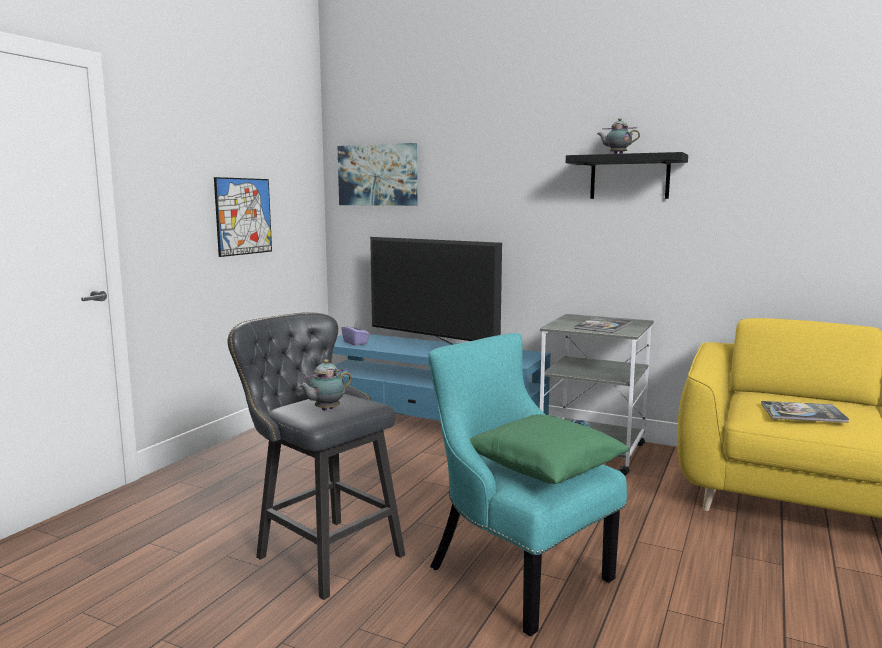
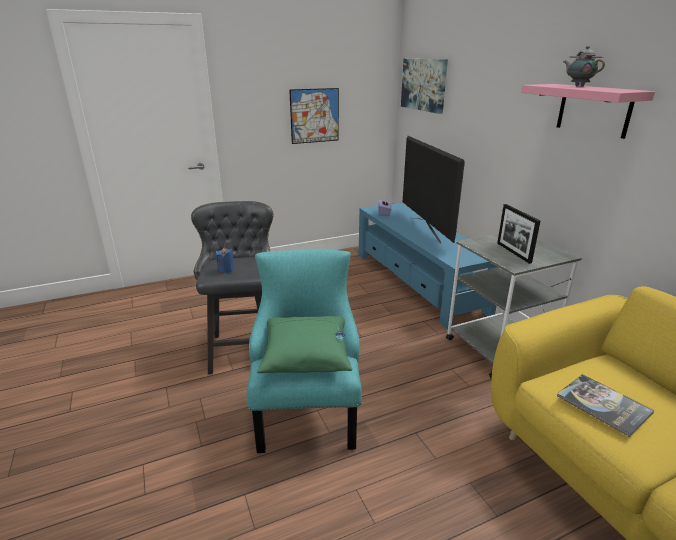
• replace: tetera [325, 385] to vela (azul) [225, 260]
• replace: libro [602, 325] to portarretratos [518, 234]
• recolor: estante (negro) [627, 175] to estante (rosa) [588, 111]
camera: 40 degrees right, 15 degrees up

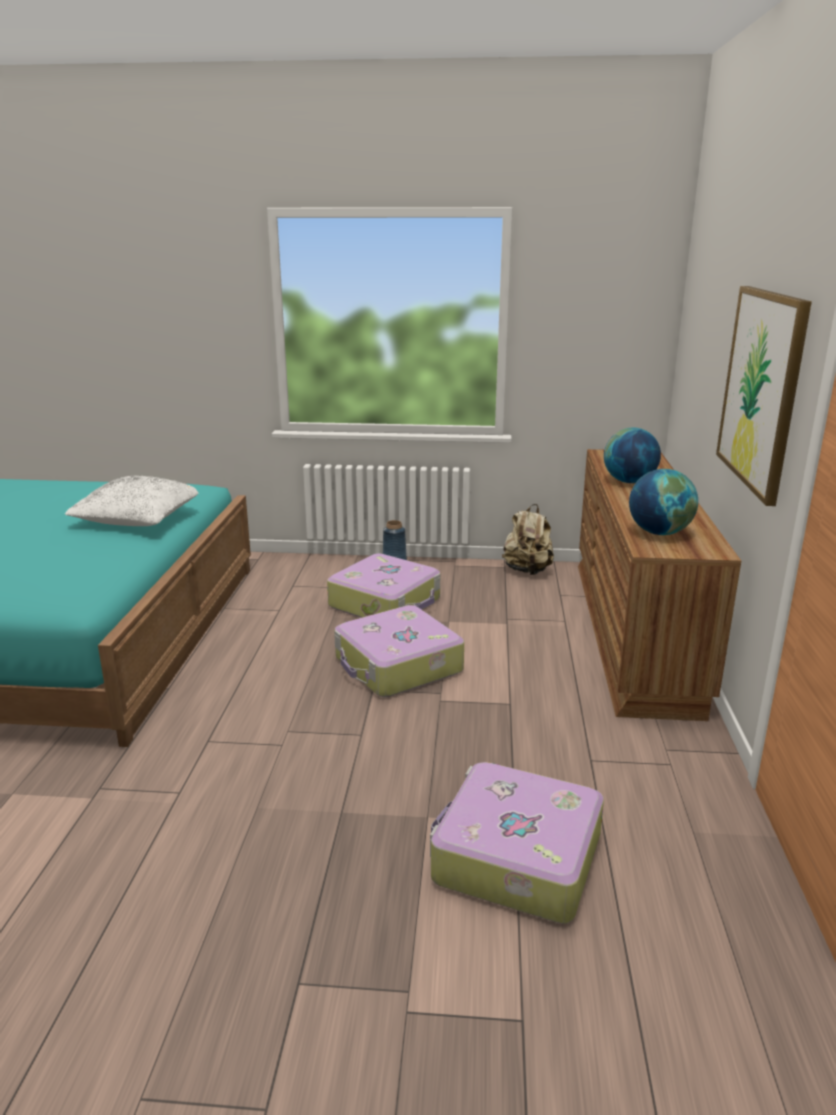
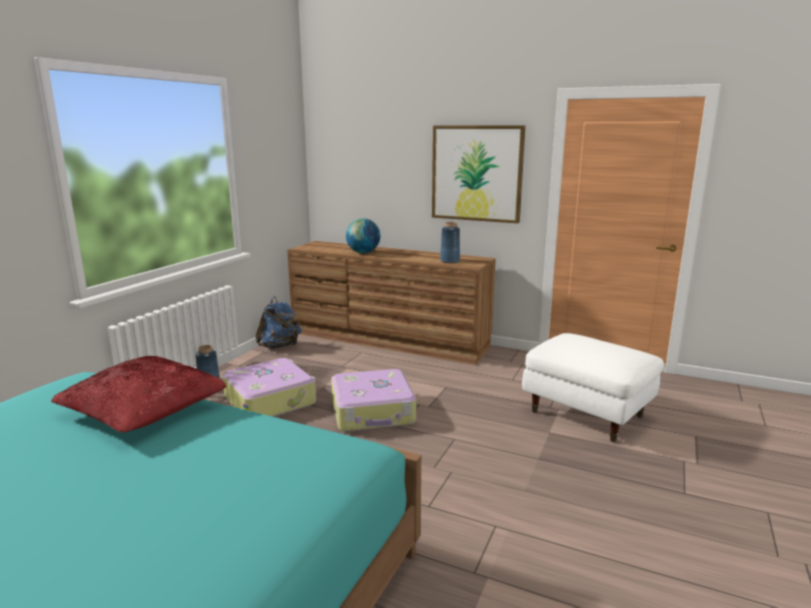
• recolor: cojín (blanco) [132, 500] to cojín (rojo) [138, 394]
• recolor: mochila (beis) [528, 539] to mochila (azul) [279, 323]
• replace: globo terráqueo [663, 502] to florero (azul) [450, 242]
• replace: maleta [517, 843] to puf (blanco) [593, 387]
camera: 70 degrees left, 5 degrees down

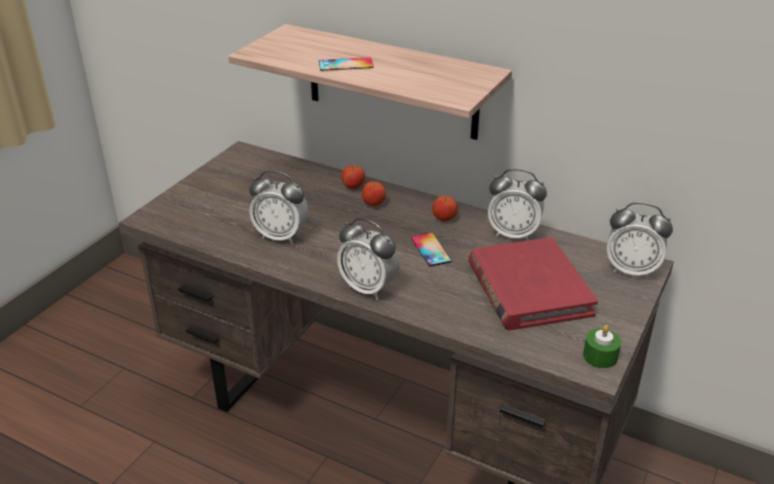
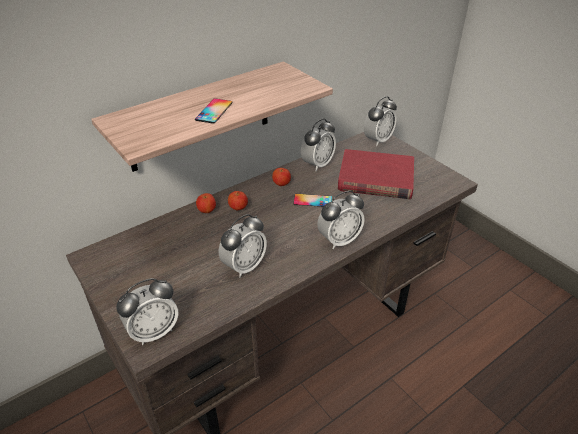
• insert: despertador [147, 311]
• delete: vela (verde) [602, 346]
camera: 65 degrees left, 5 degrees up

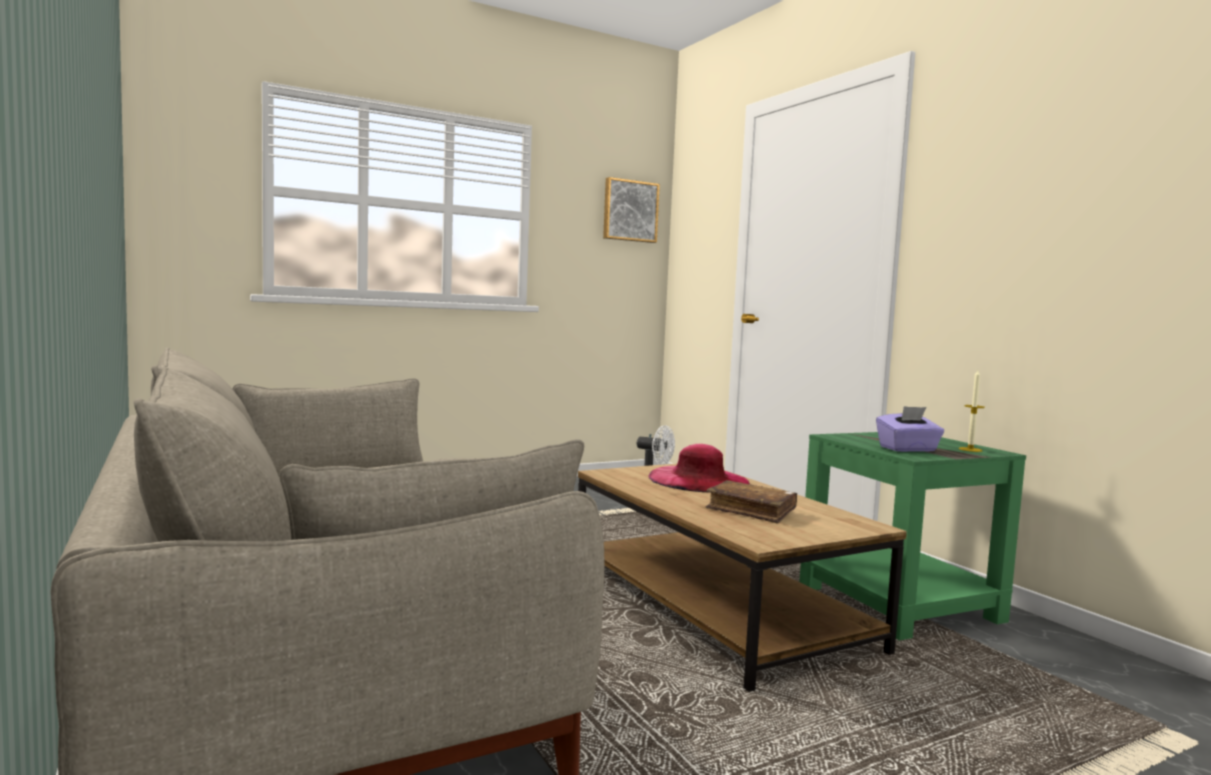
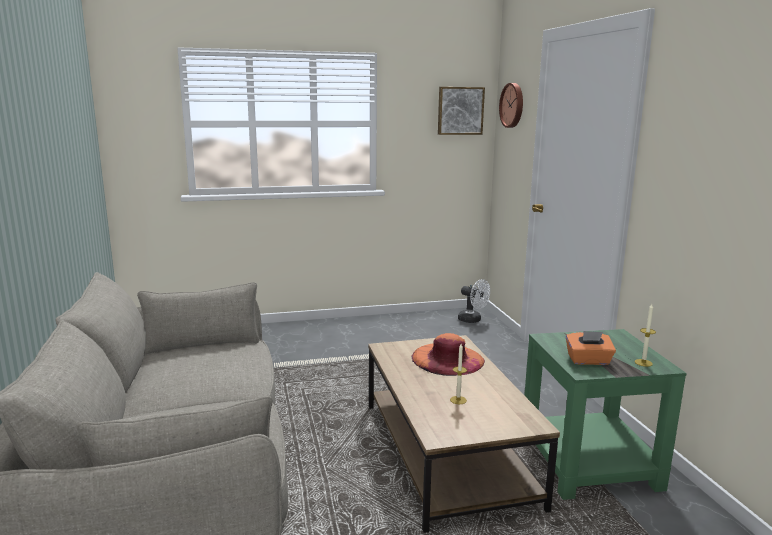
• recolor: sombrero (rosa) [699, 468] to sombrero (naranja) [448, 354]
• replace: libro (marrón) [751, 501] to vela [458, 374]
• insert: reloj de pared [511, 105]
• recolor: caja de pañuelos (morado) [910, 429] to caja de pañuelos (naranja) [591, 348]
camera: 15 degrees right, 10 degrees up

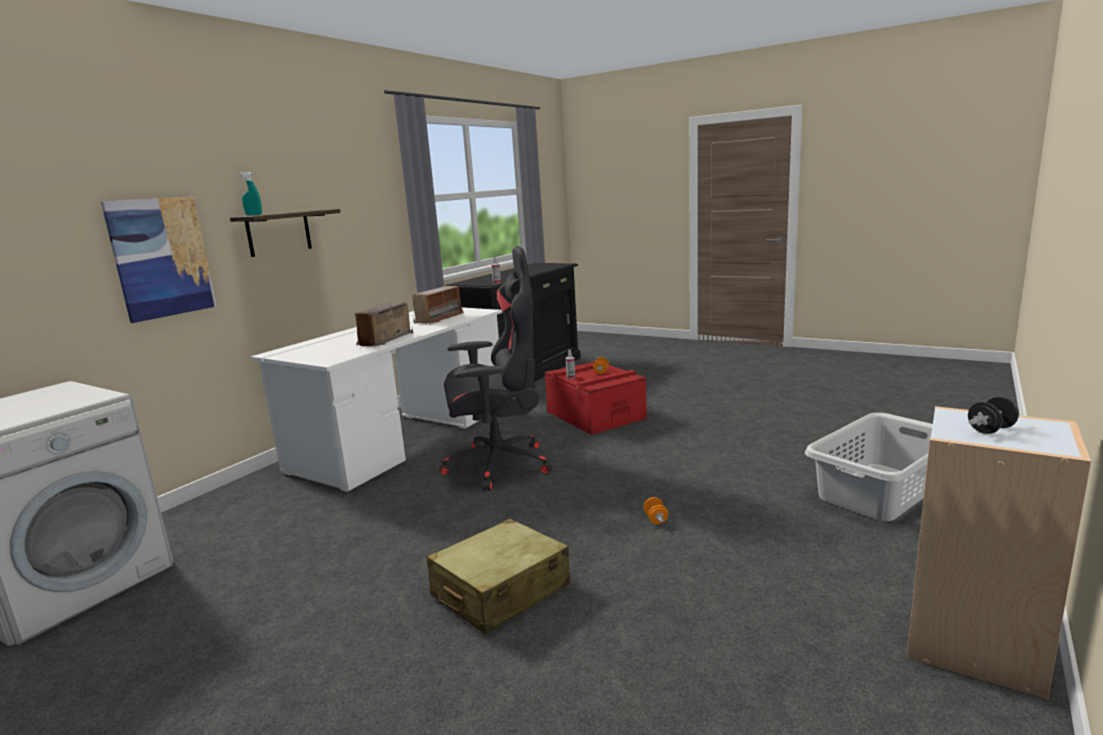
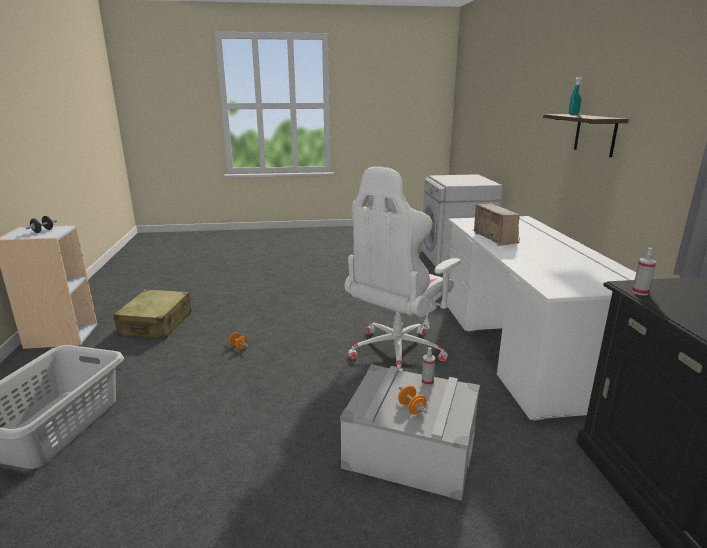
• move: maleta (beis) [499, 576] to [152, 314]
• recolor: caja de almacenaje (rojo) [595, 398] to caja de almacenaje (gris) [410, 432]
• recolor: silla de oficina (negro) [495, 368] to silla de oficina (blanco) [403, 268]
• delete: cuadro [158, 259]
• delete: radio [438, 305]
camera: 140 degrees right, 5 degrees up

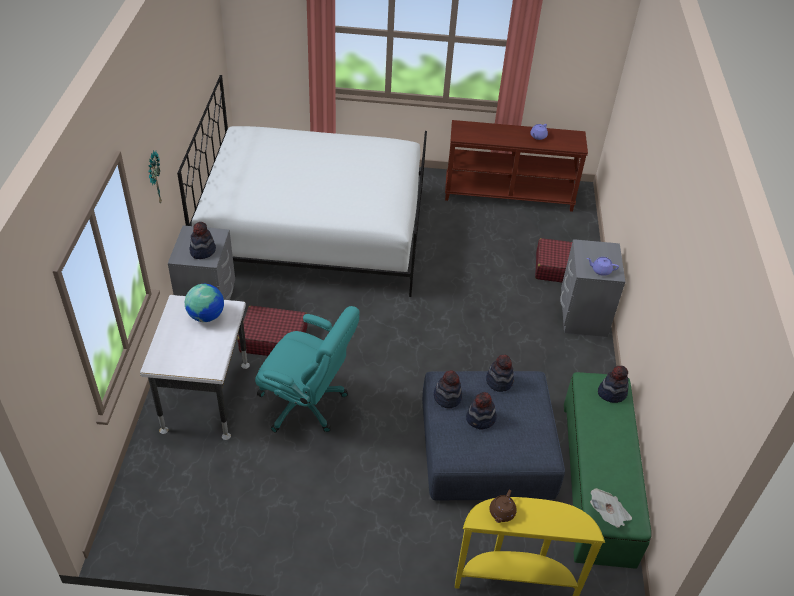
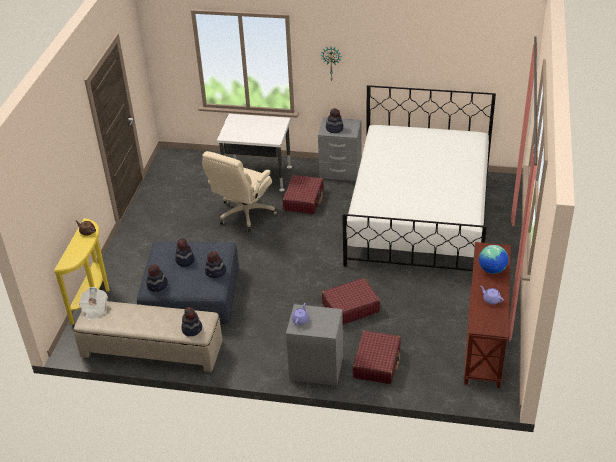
• recolor: banco (verde) [607, 470] to banco (beis) [148, 336]
• move: sombrero [448, 389] to [157, 278]
• recolor: silla de oficina (turquesa) [307, 369] to silla de oficina (beis) [239, 191]
• insert: maleta (rojo) [351, 301]
• move: globo terráqueo [204, 303] to [493, 259]
camera: 100 degrees right, 5 degrees down

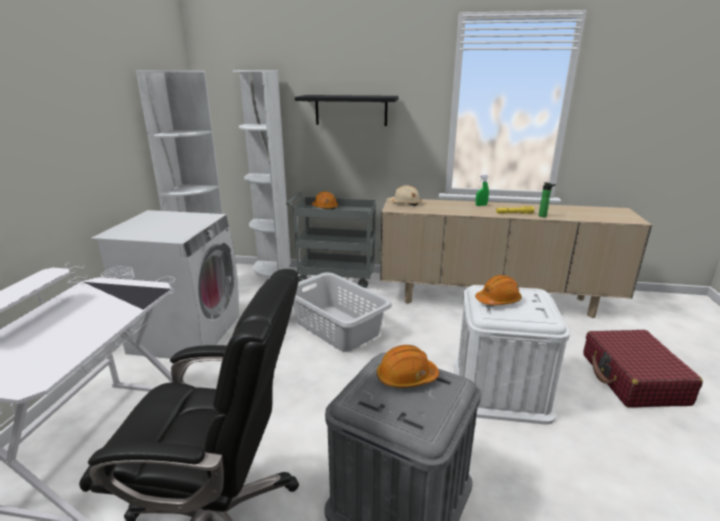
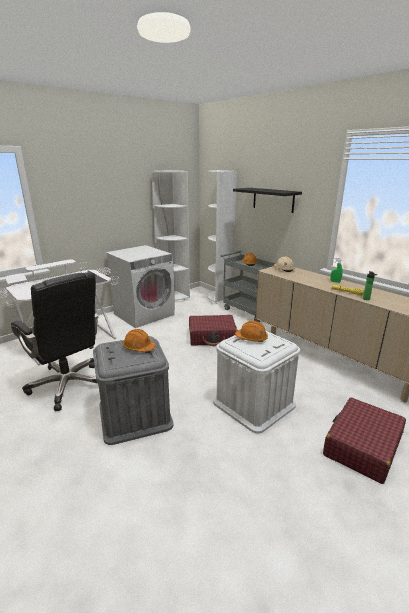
• replace: cesto de la ropa (gris) [342, 312] to maleta (rojo) [213, 330]
camera: 40 degrees right, 0 degrees up

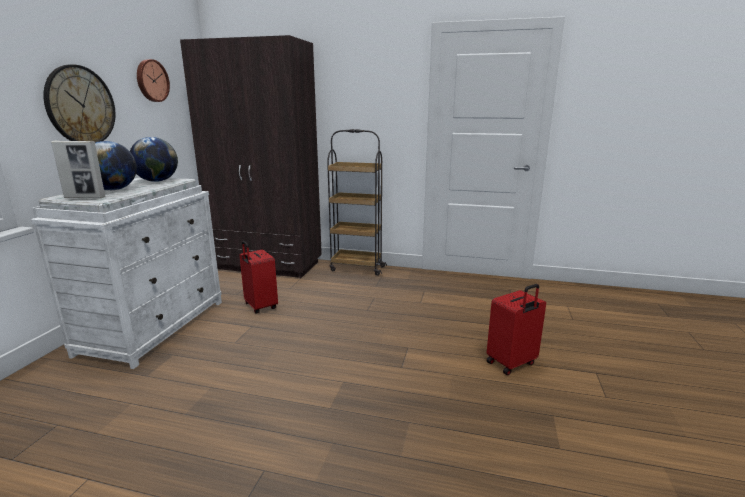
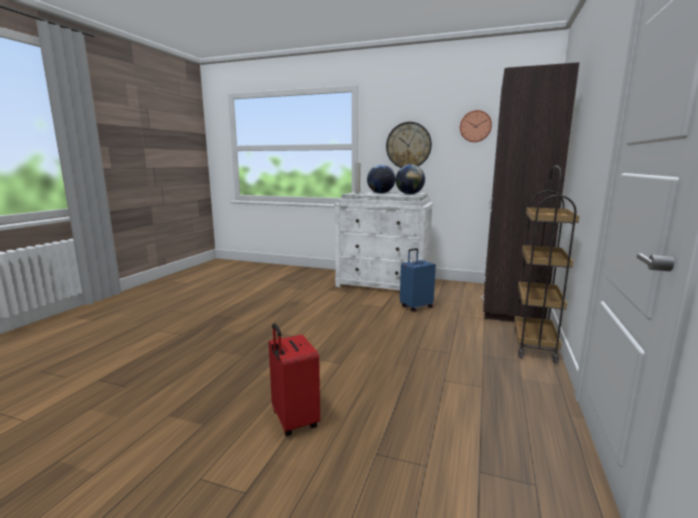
• recolor: maleta (rojo) [258, 277] to maleta (azul) [418, 280]
camera: 95 degrees right, 5 degrees down

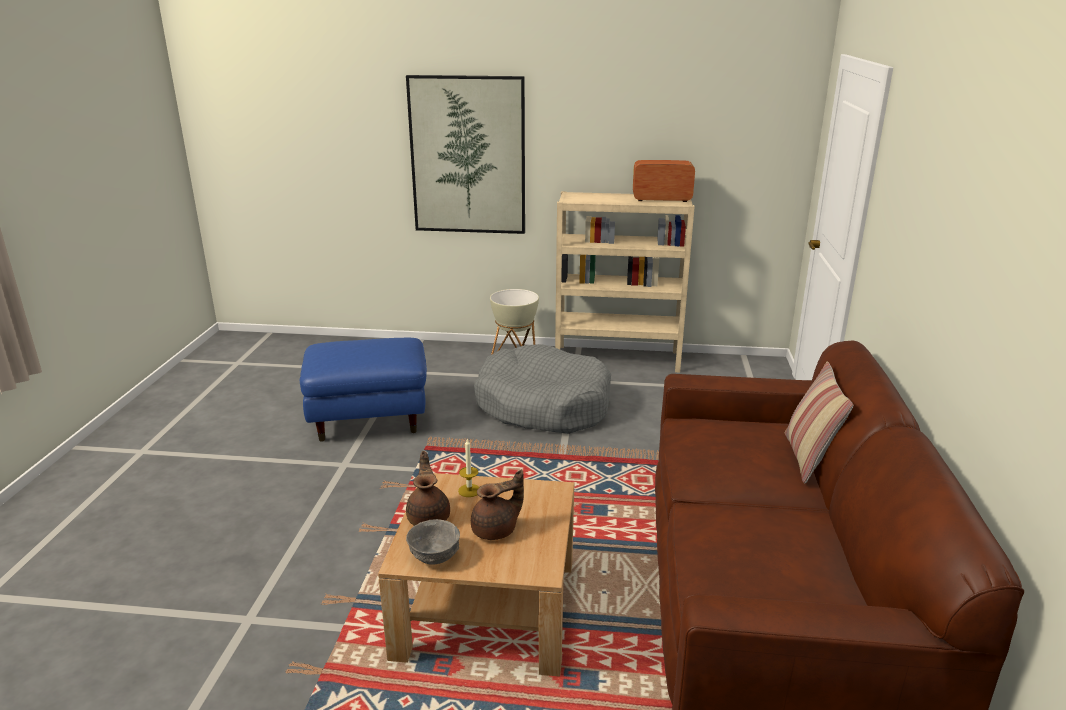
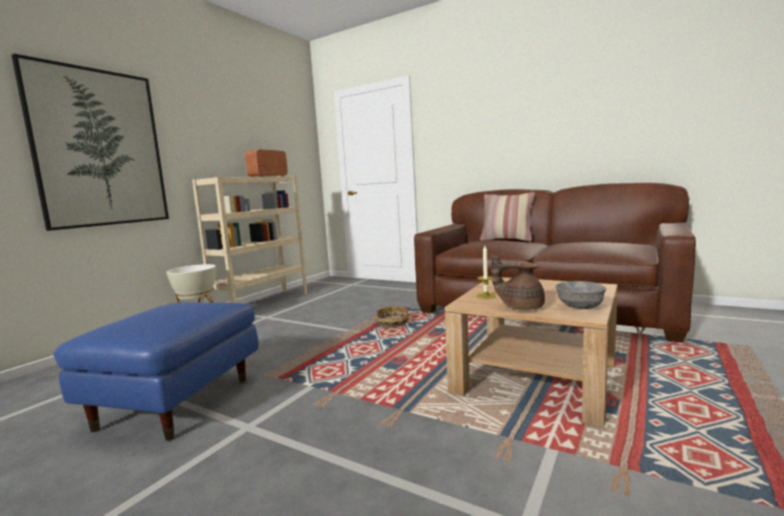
• insert: cesta [392, 317]
• delete: tetera (marrón) [497, 504]
• delete: cama para perro (gris) [542, 389]
camera: 65 degrees left, 15 degrees down

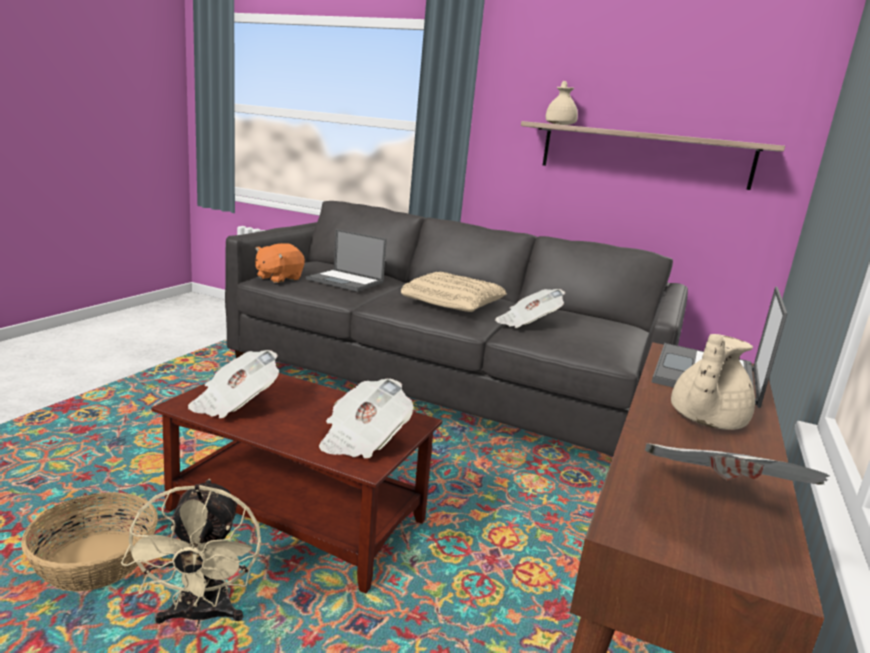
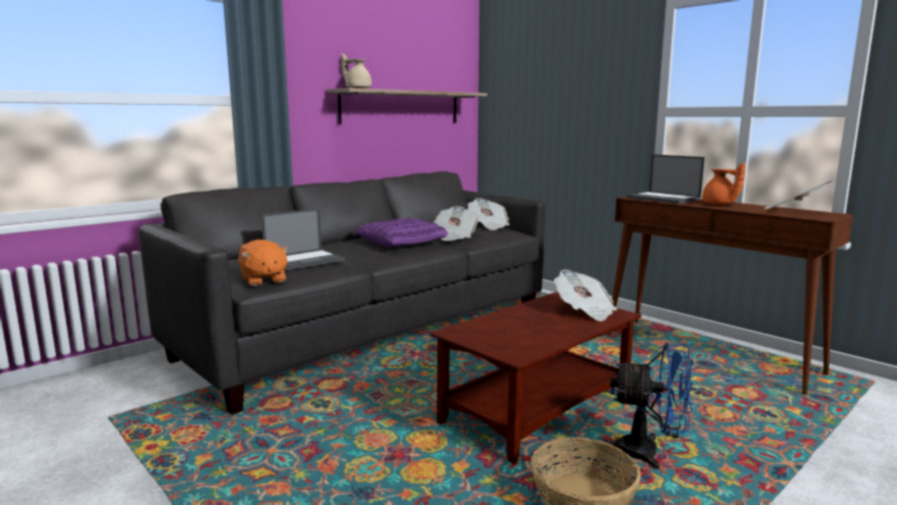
• recolor: cojín (beis) [454, 292] to cojín (morado) [402, 232]
• move: periódico [233, 384] to [489, 214]
• recolor: ventilador (beis) [191, 553] to ventilador (azul) [648, 406]
• recolor: tetera (beis) [713, 382] to tetera (naranja) [724, 184]
camera: 65 degrees left, 5 degrees down

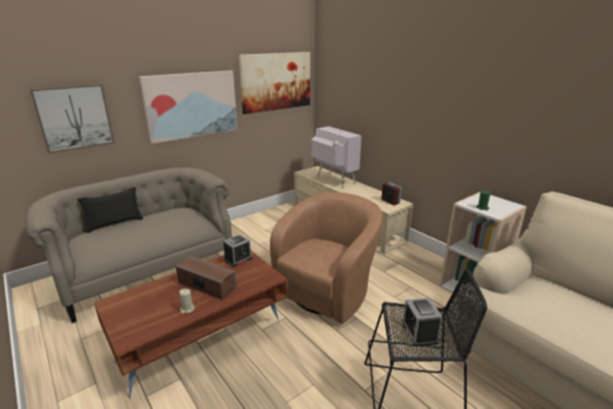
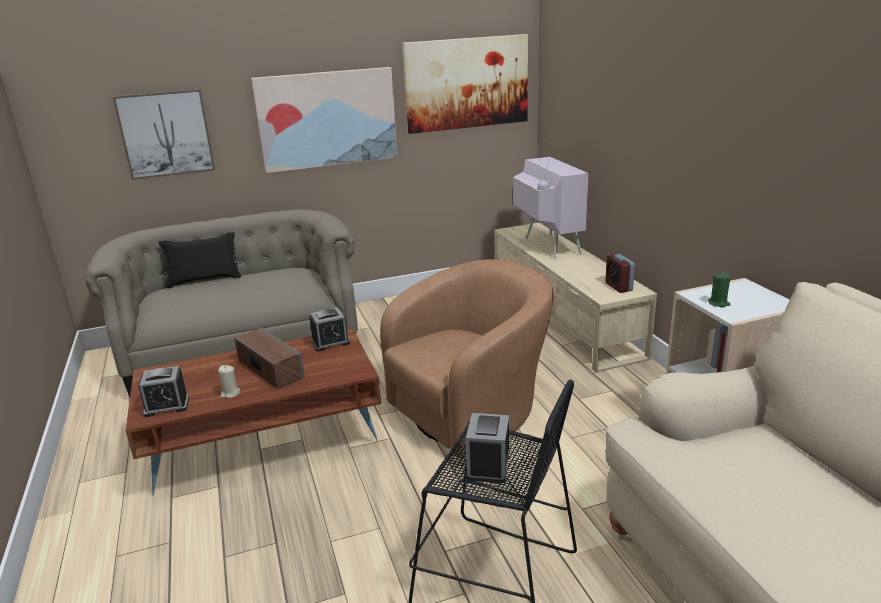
• insert: despertador [163, 391]
camera: 20 degrees right, 0 degrees up

